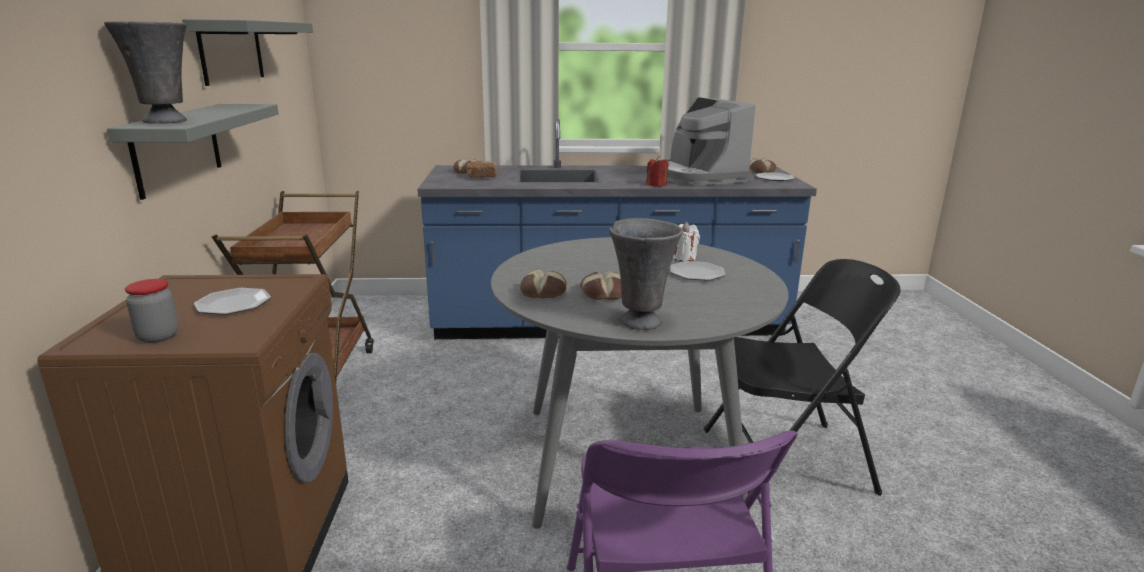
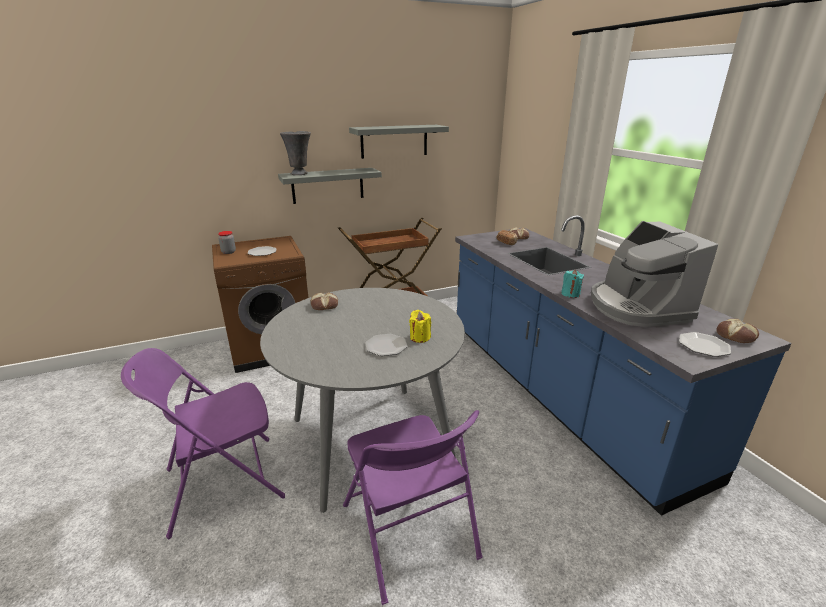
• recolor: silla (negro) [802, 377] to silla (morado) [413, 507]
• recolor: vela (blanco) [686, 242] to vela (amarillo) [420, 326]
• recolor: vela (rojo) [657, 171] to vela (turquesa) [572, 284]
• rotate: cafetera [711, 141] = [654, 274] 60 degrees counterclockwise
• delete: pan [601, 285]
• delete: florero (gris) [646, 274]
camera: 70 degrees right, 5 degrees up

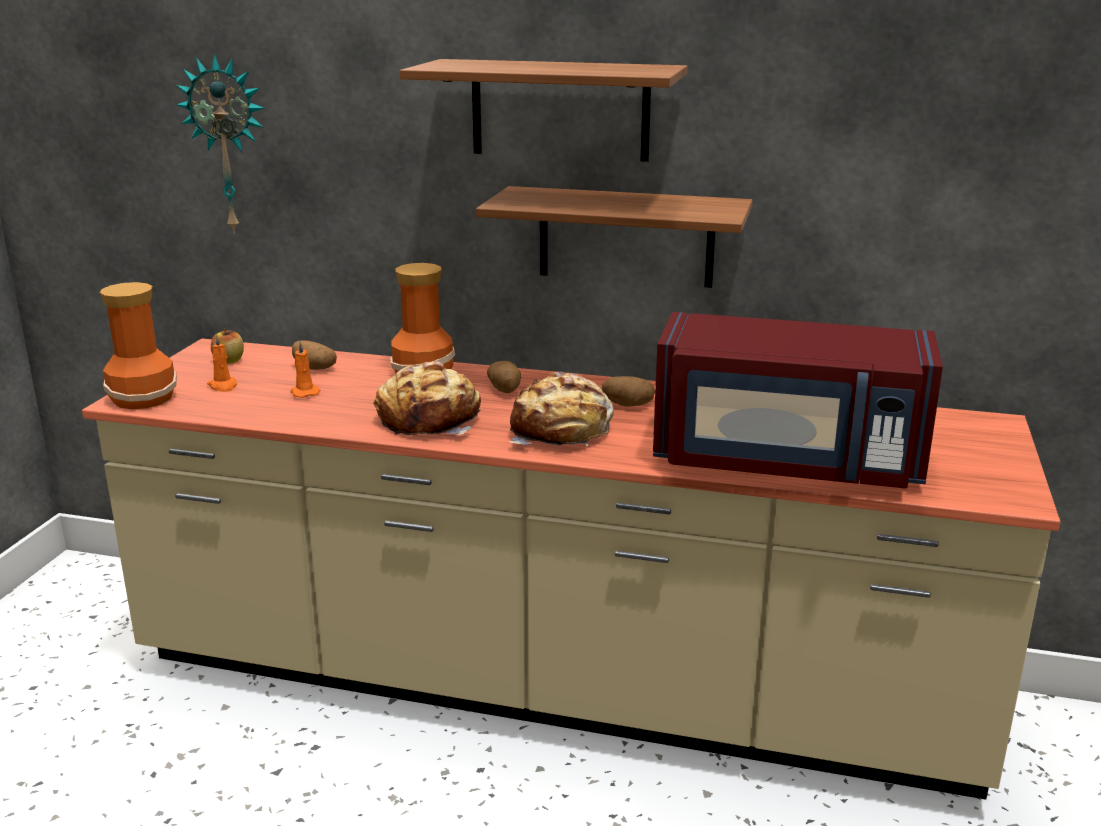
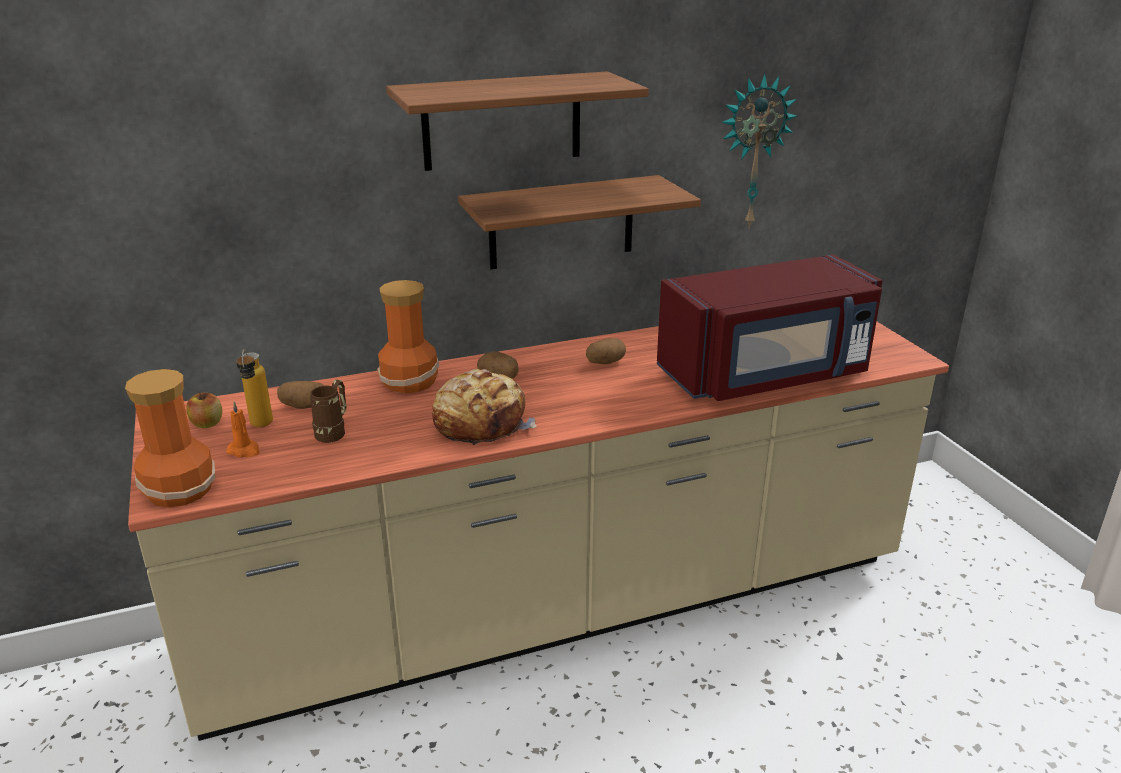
• insert: botella [254, 388]
• replace: vela (naranja) [306, 369] to taza grande (marrón) [328, 411]
• move: reloj de pared [220, 144] to [759, 151]
• delete: pan [561, 408]
camera: 35 degrees left, 5 degrees up

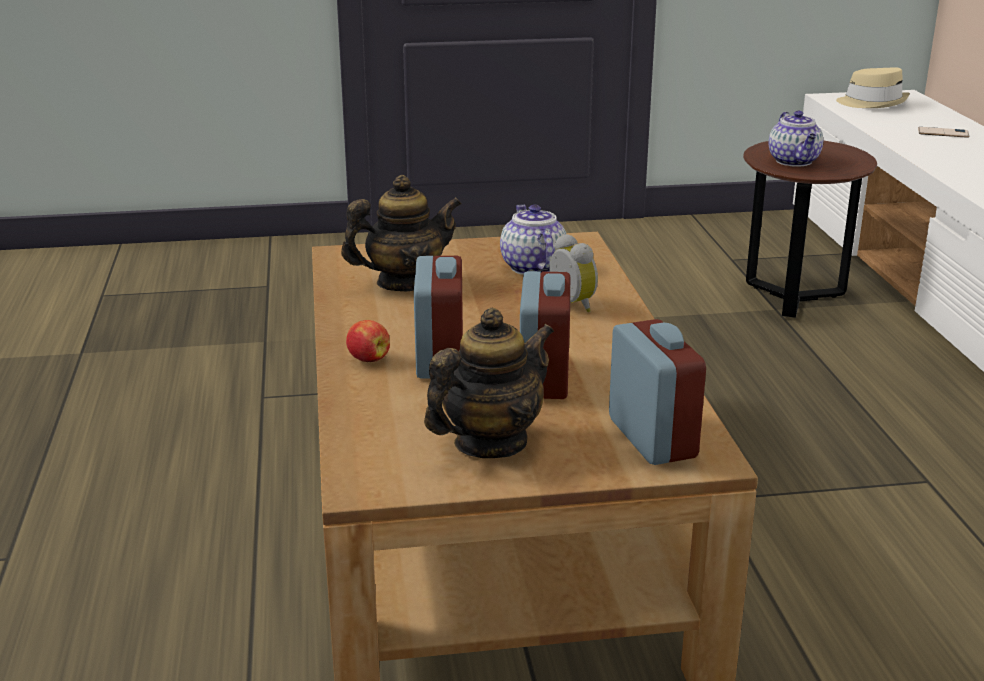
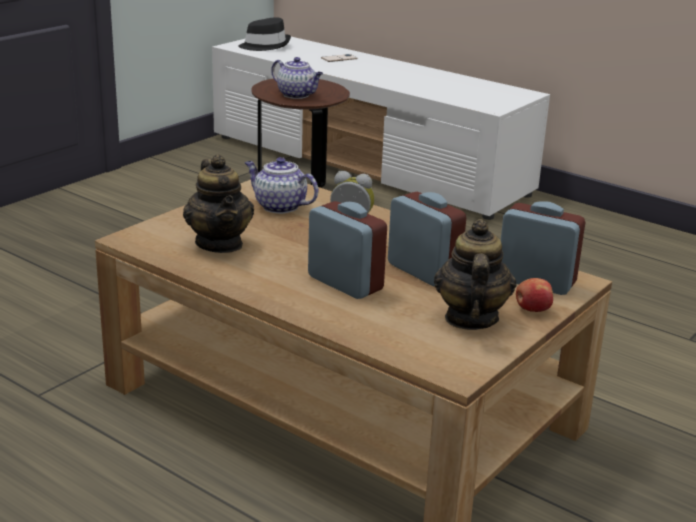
• rotate: tetera [401, 233] = [218, 203] 135 degrees clockwise
• recolor: sombrero (beis) [873, 88] to sombrero (negro) [264, 34]
• move: manzana [368, 341] to [534, 295]
camera: 45 degrees left, 0 degrees up

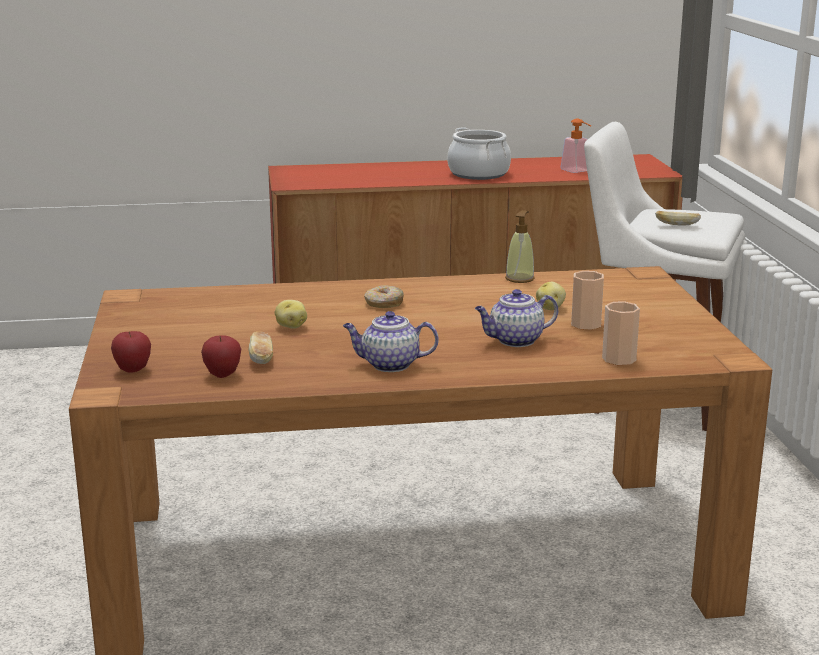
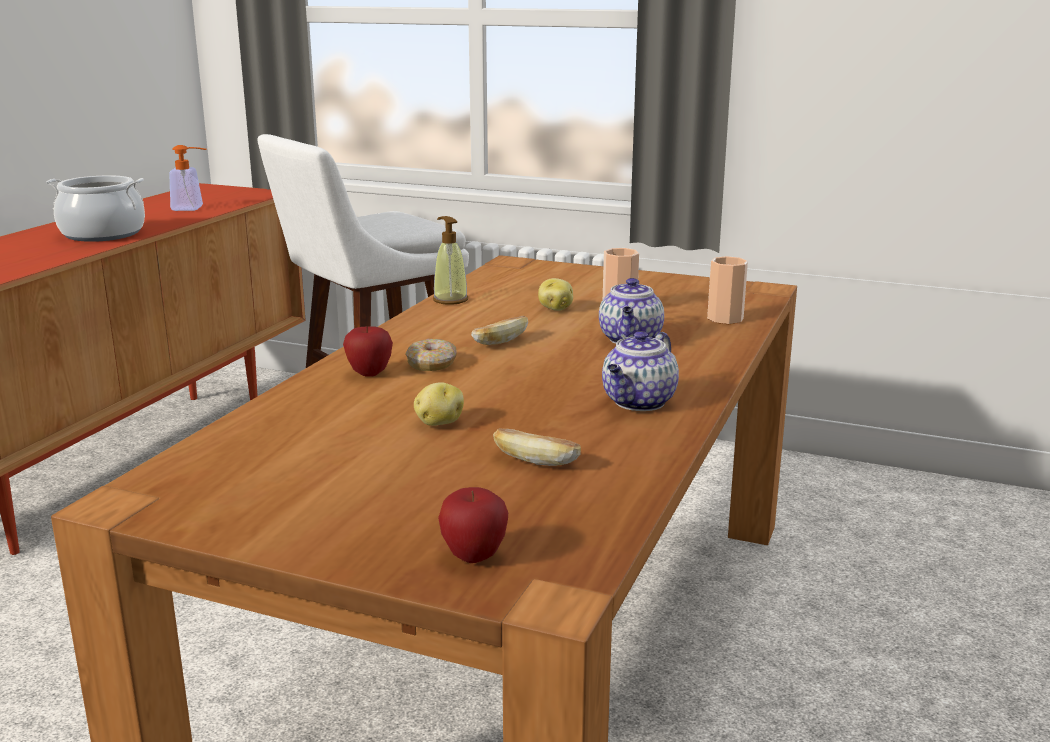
• move: manzana [221, 356] to [368, 351]
• move: pan [678, 218] to [499, 330]
camera: 60 degrees left, 0 degrees up

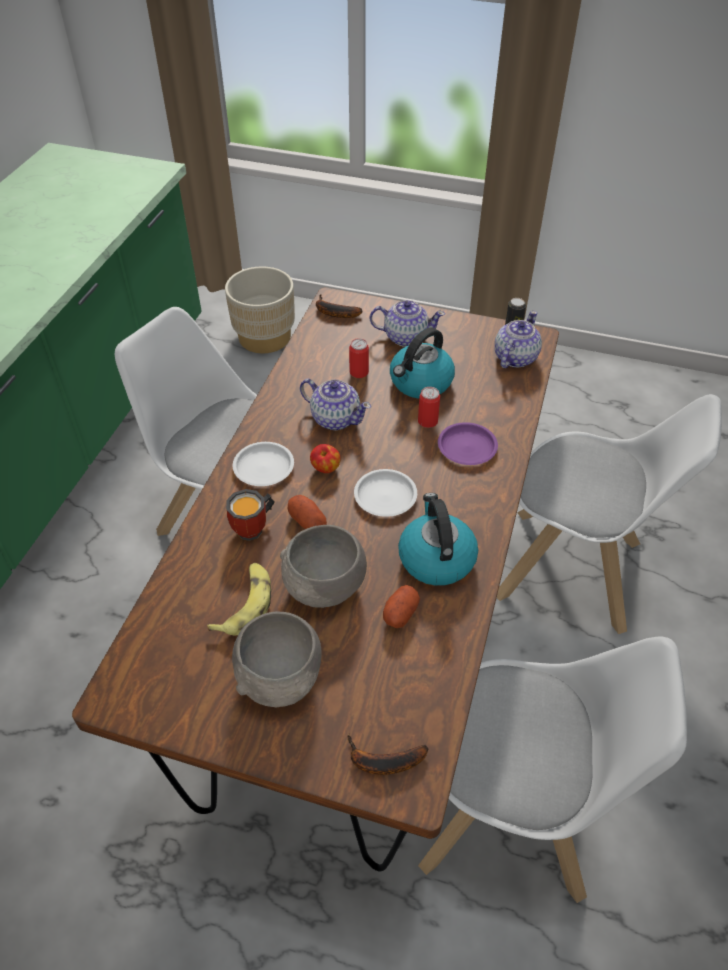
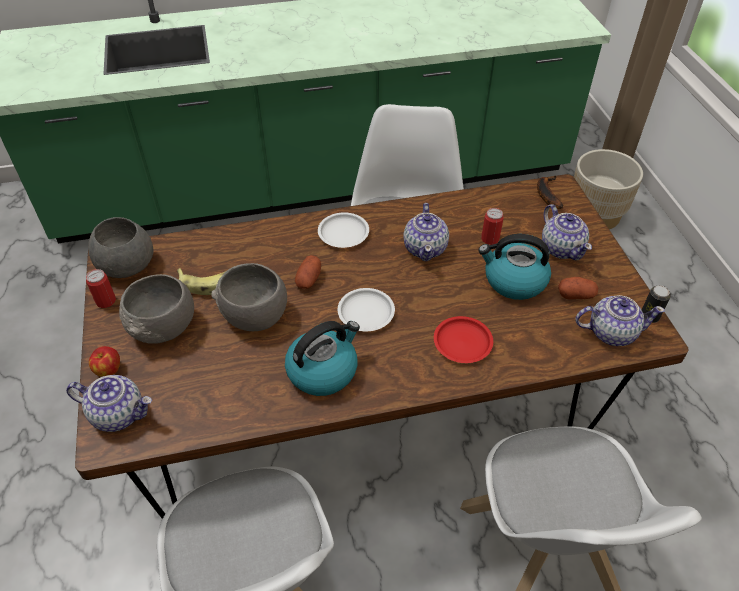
• replace: plátano [388, 754] to tetera [109, 403]
• move: lata [429, 407] to [101, 288]
• insert: cuenco (gris) [121, 247]
• move: manzana [325, 458] to [104, 361]
• recolor: plato (morado) [468, 443] to plato (rojo) [463, 339]
• move: patata [401, 606] to [578, 288]
• delete: taza grande [250, 515]
camera: 60 degrees right, 0 degrees up

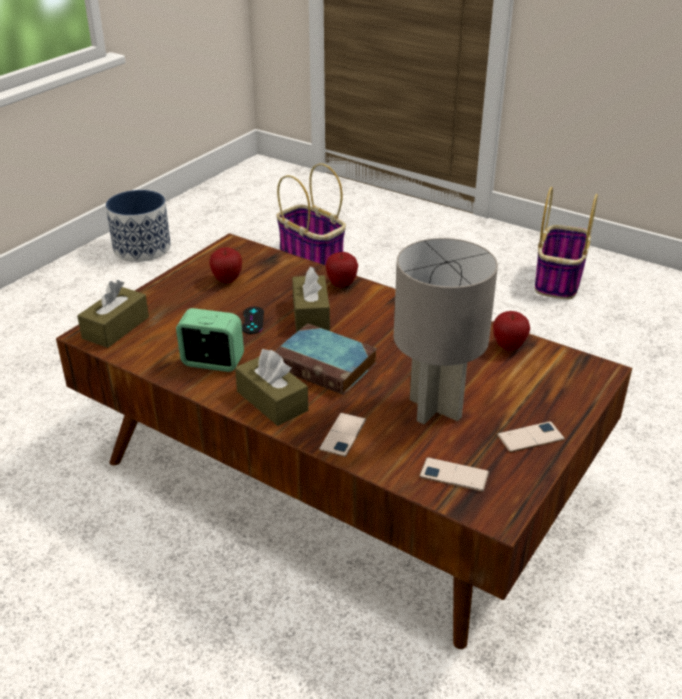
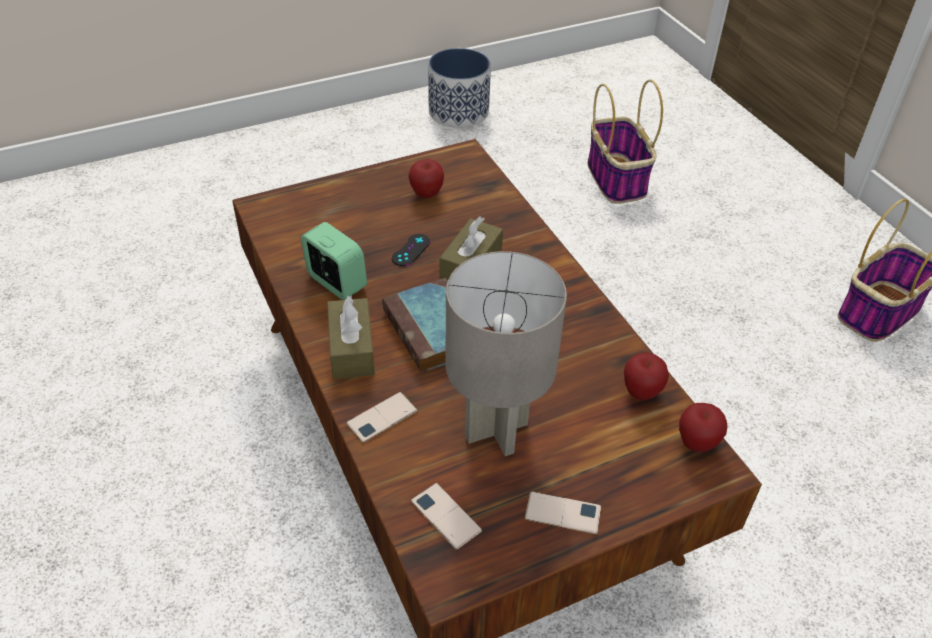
• move: manzana [342, 269] to [703, 427]
• delete: caja de pañuelos (marrón) [113, 314]
camera: 30 degrees right, 10 degrees up

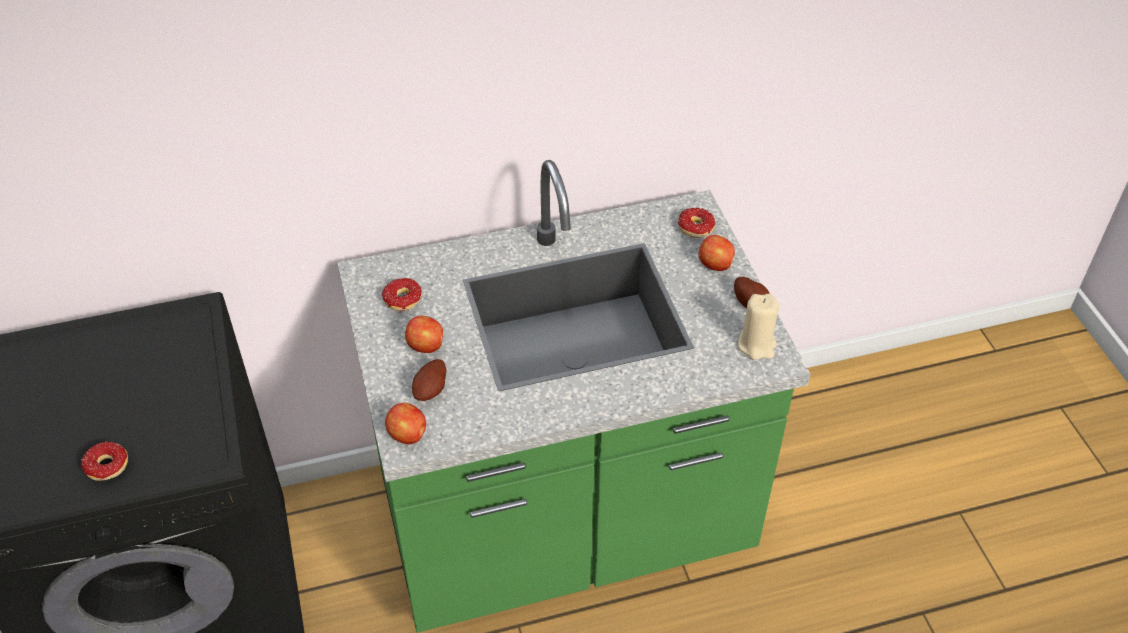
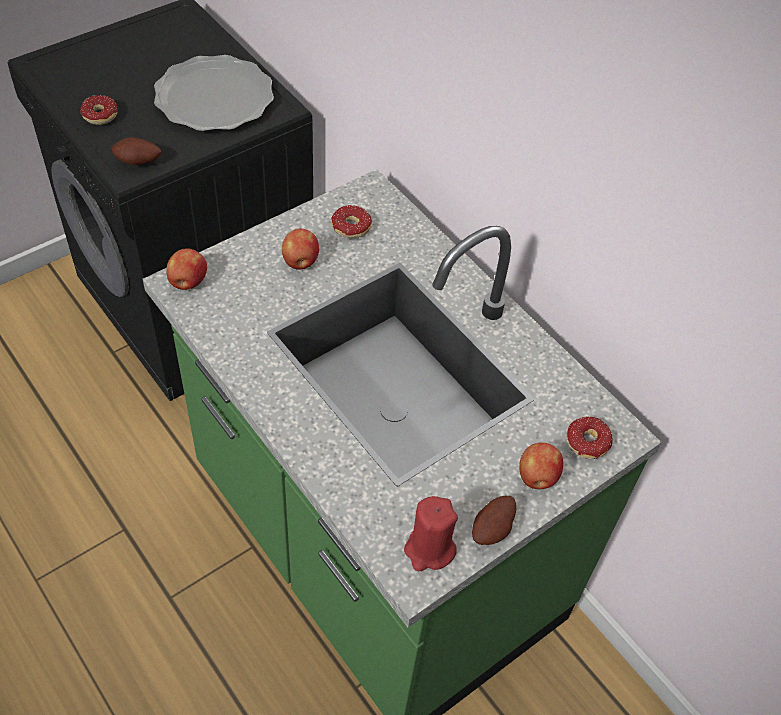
• move: patata [429, 380] to [136, 151]
• insert: plato [214, 93]
• recolor: vela (beis) [758, 327] to vela (rojo) [431, 533]
camera: 65 degrees right, 5 degrees up

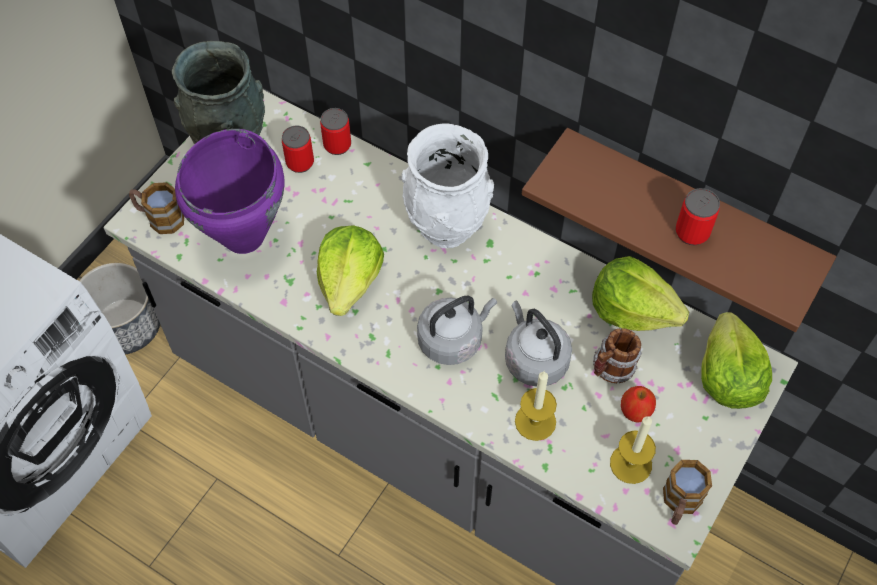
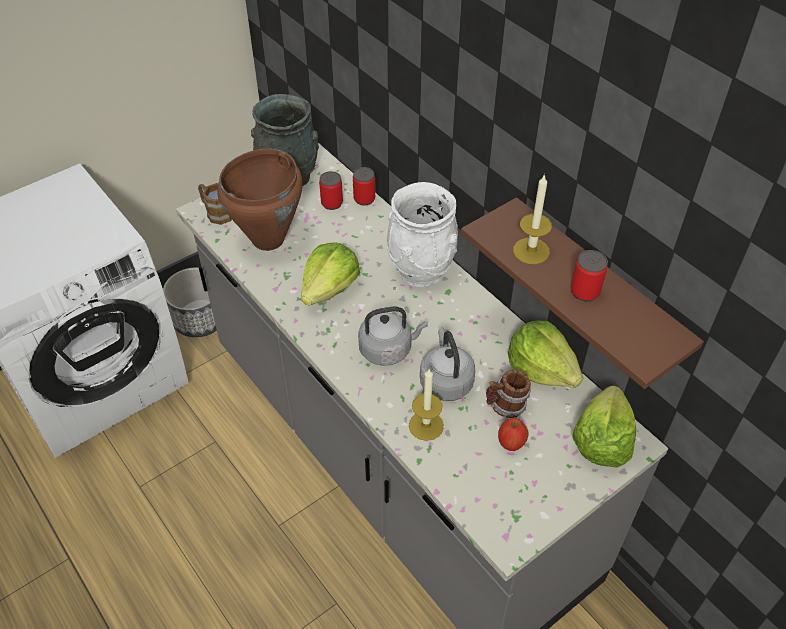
• recolor: olla (morado) [230, 191] to olla (marrón) [260, 199]
• move: vela [633, 450] to [532, 219]
• delete: taza grande [687, 492]
camera: 20 degrees right, 10 degrees down

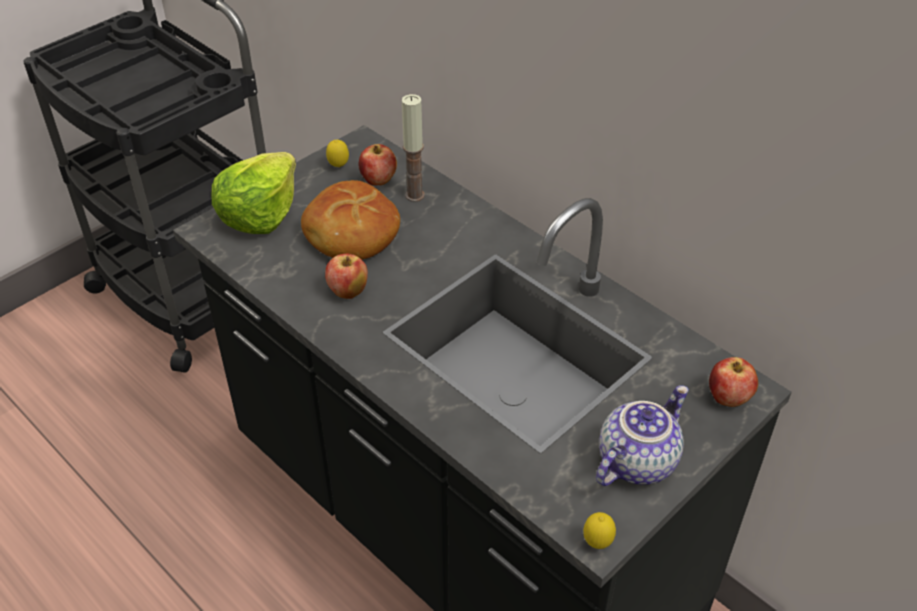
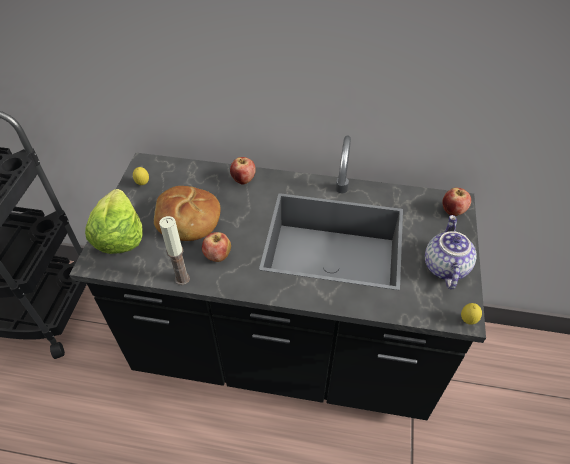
• move: vela [413, 148] to [174, 250]
• move: manzana [378, 164] to [243, 171]
camera: 35 degrees left, 5 degrees up

